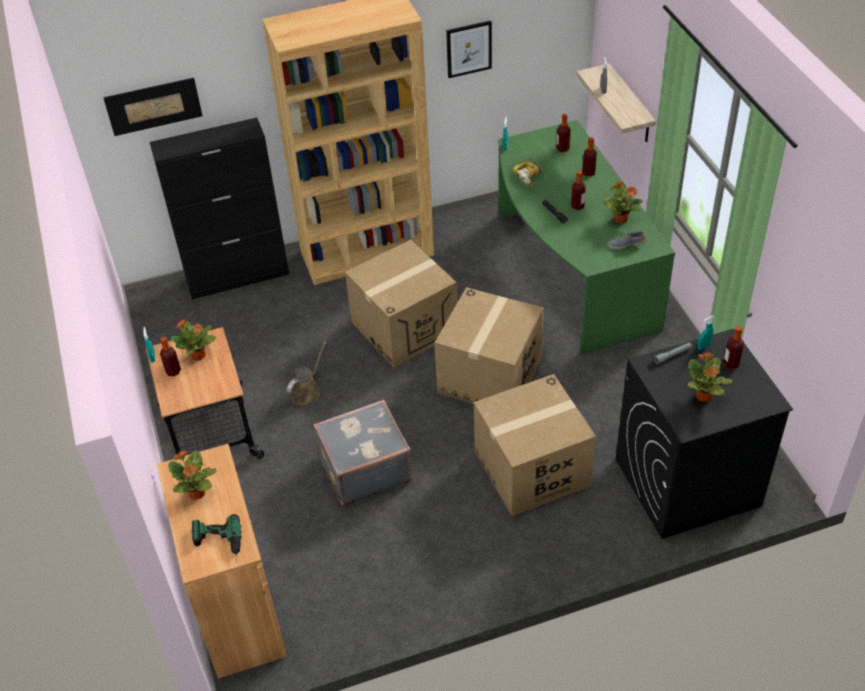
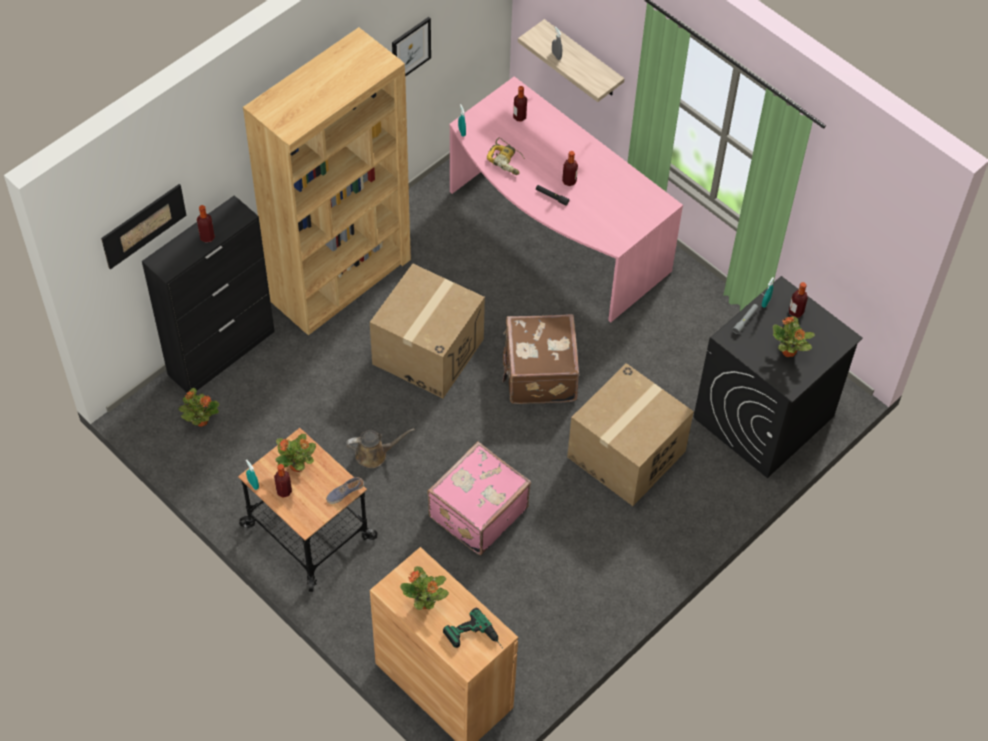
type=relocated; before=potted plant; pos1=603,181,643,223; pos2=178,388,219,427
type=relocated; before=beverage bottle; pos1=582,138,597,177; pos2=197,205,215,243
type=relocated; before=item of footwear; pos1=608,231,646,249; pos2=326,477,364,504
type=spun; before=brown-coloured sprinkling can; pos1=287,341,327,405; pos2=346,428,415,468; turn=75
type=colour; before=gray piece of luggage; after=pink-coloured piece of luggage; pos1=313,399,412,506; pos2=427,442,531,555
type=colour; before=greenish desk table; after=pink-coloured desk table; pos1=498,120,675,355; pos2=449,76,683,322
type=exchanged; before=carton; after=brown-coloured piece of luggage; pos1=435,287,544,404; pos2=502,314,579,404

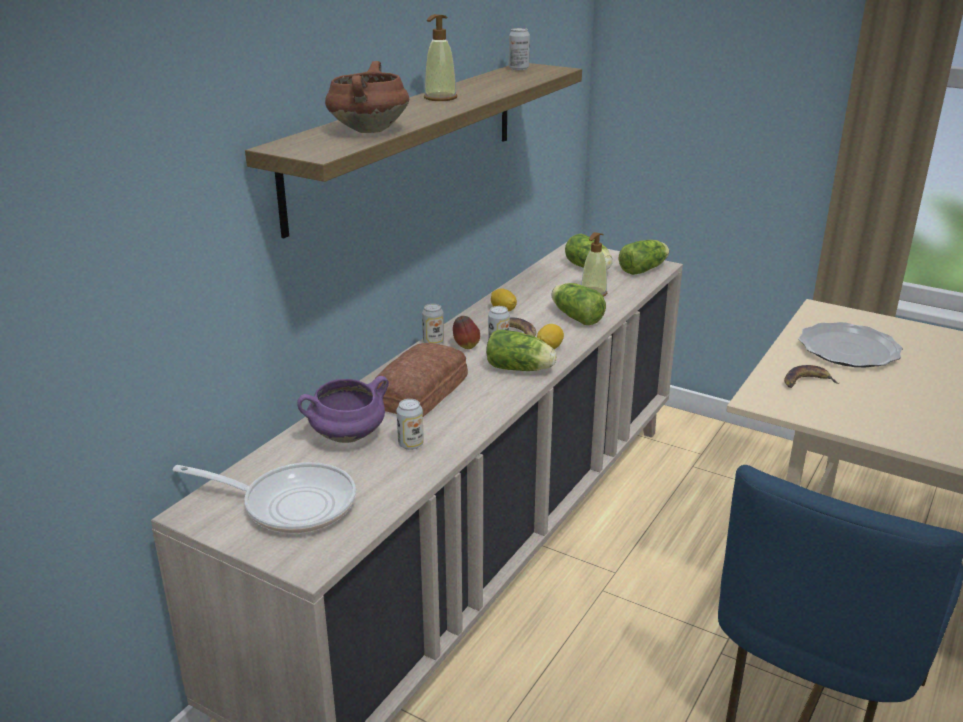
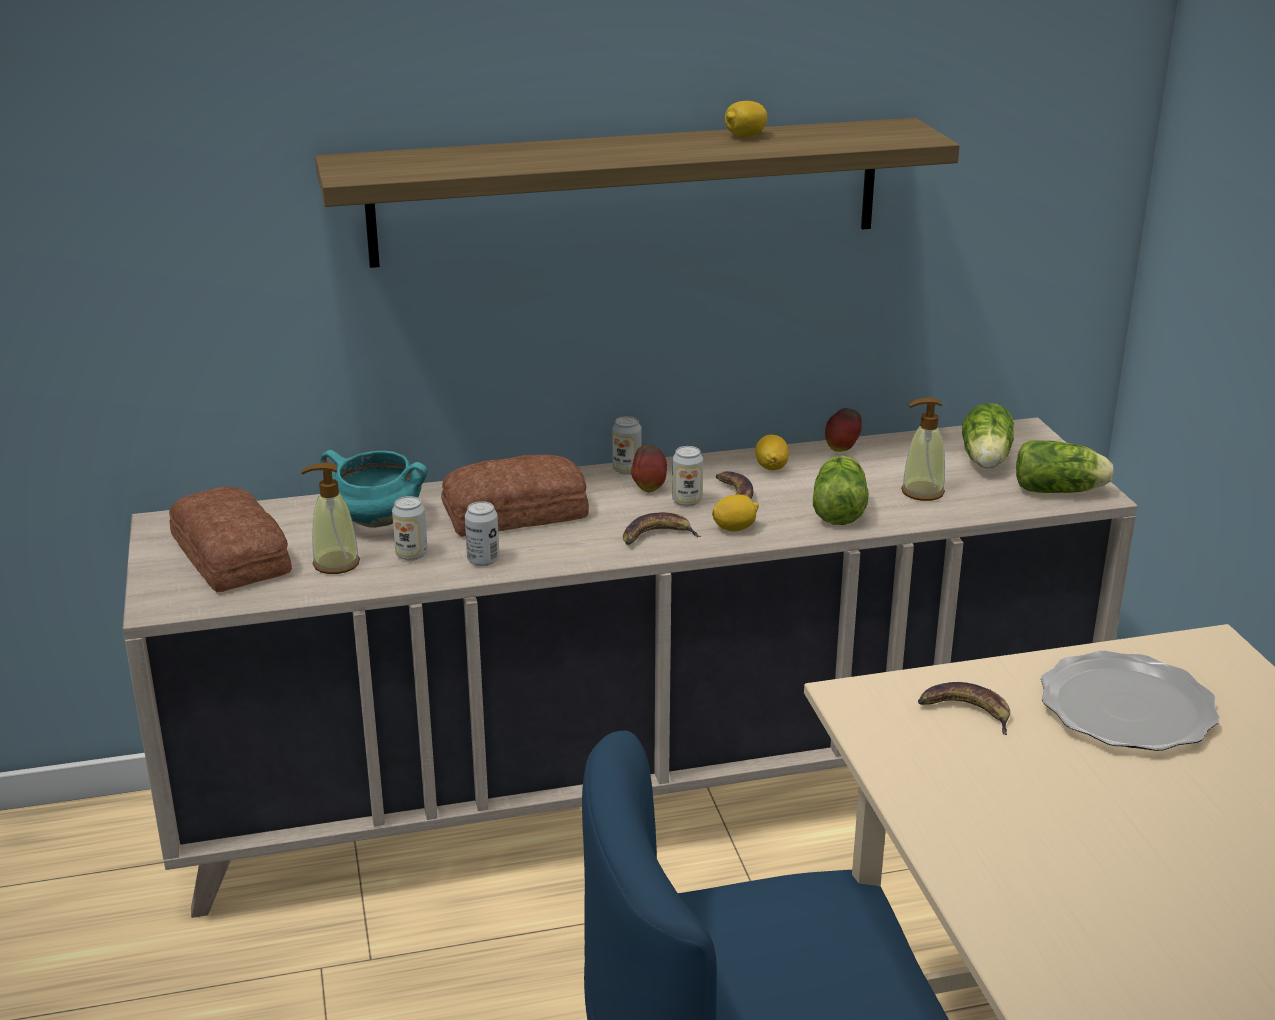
type=exchanged; before=skillet; after=bread; pos1=173,462,356,534; pos2=169,487,292,592
type=relocated; before=liquid soap bottle; pos1=424,14,457,101; pos2=301,463,360,574
type=colour; before=purplish saucepot; after=blue-green saucepot; pos1=297,376,389,443; pos2=320,450,428,528
type=relocated; before=metal can; pos1=509,28,530,70; pos2=465,501,499,566
type=exchanged; before=lettuce head; after=banana fruit; pos1=486,329,557,371; pos2=623,512,700,545
type=appeared; after=lemon; pos2=725,101,767,137
type=appeared; after=apple fruit; pos2=825,408,862,452
type=missing; before=brown-coloured saucepot; pos1=325,61,409,133

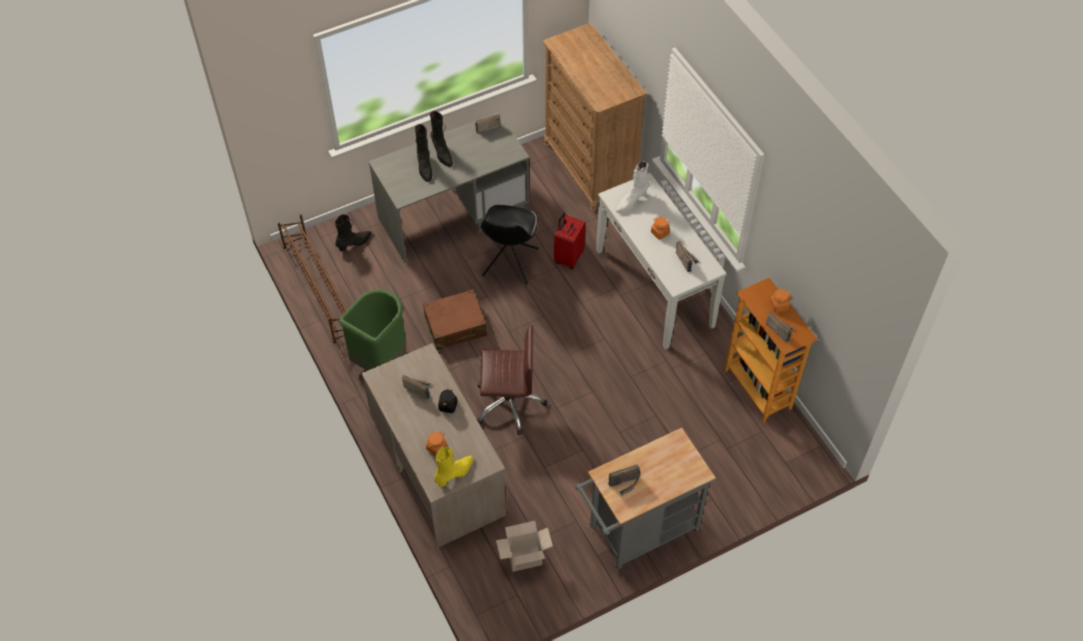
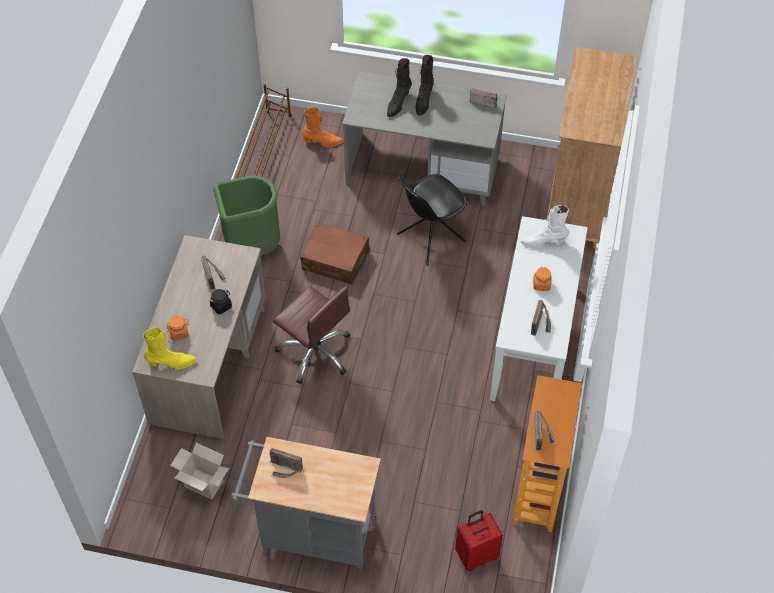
type=colour; before=blackish boot; after=orangey boot; pos1=335,214,371,252; pos2=302,107,343,147
type=relocated; before=red-coloured piece of luggage; pos1=554,212,586,269; pos2=455,510,503,571
type=missing; before=orangey storage jar; pos1=770,289,791,312

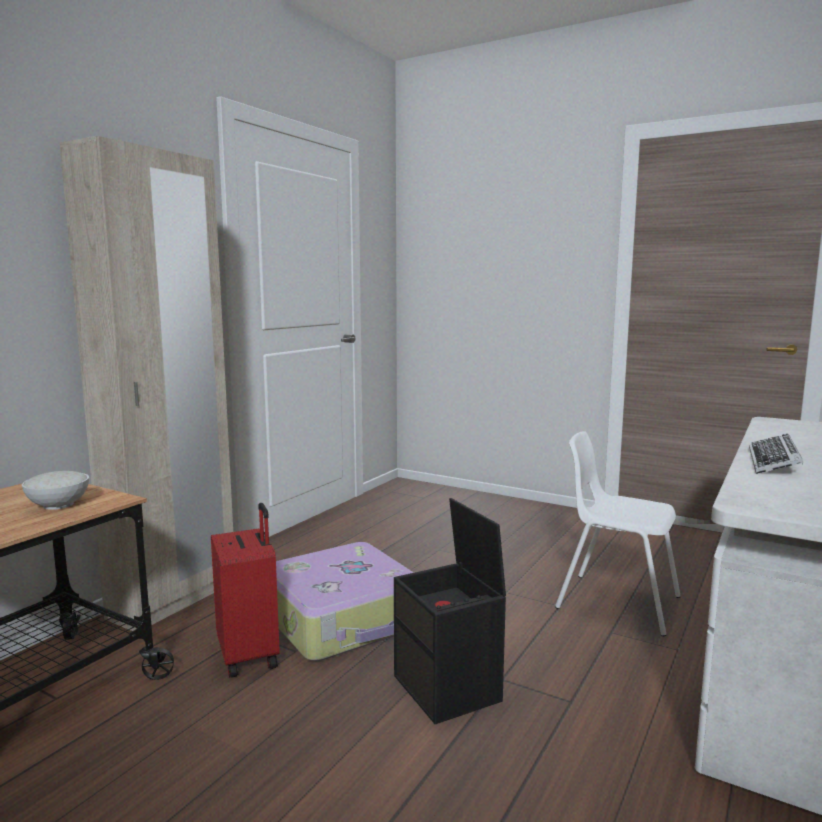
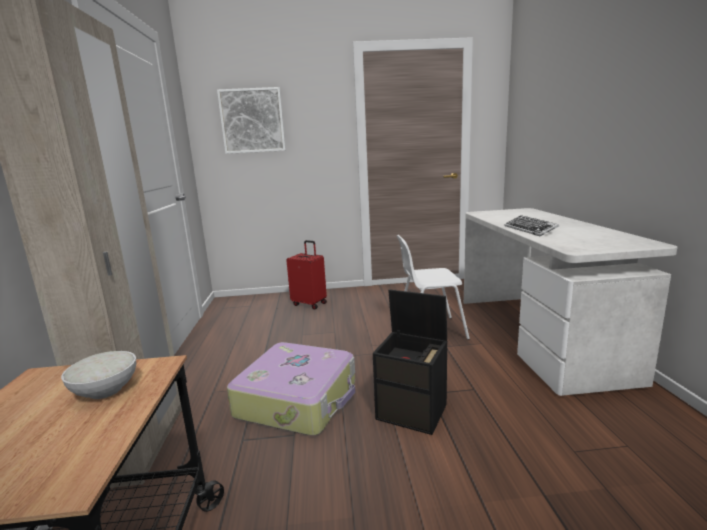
type=appeared; after=wall art; pos2=217,87,286,154
type=relocated; before=red-coloured piece of luggage; pos1=211,503,280,678; pos2=286,240,327,309

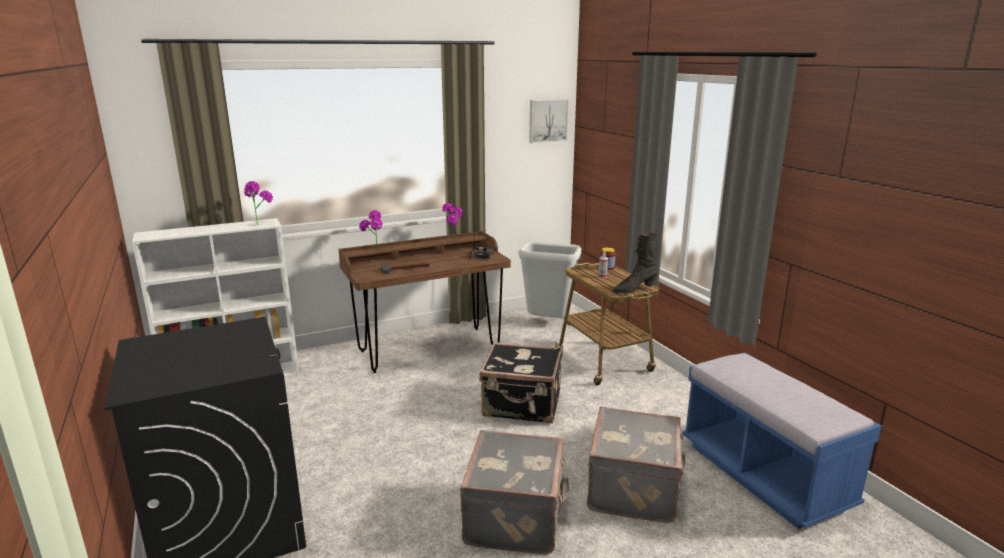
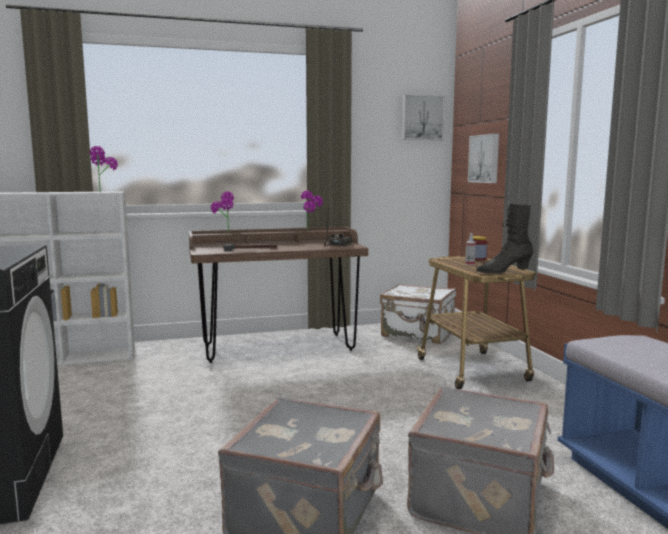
type=exchanged; before=gray waste bin; after=white-coloured piece of luggage; pos1=518,241,581,318; pos2=380,284,456,344
type=appeared; after=wall art; pos2=468,134,499,183
type=missing; before=blackish piece of luggage; pos1=479,342,562,423

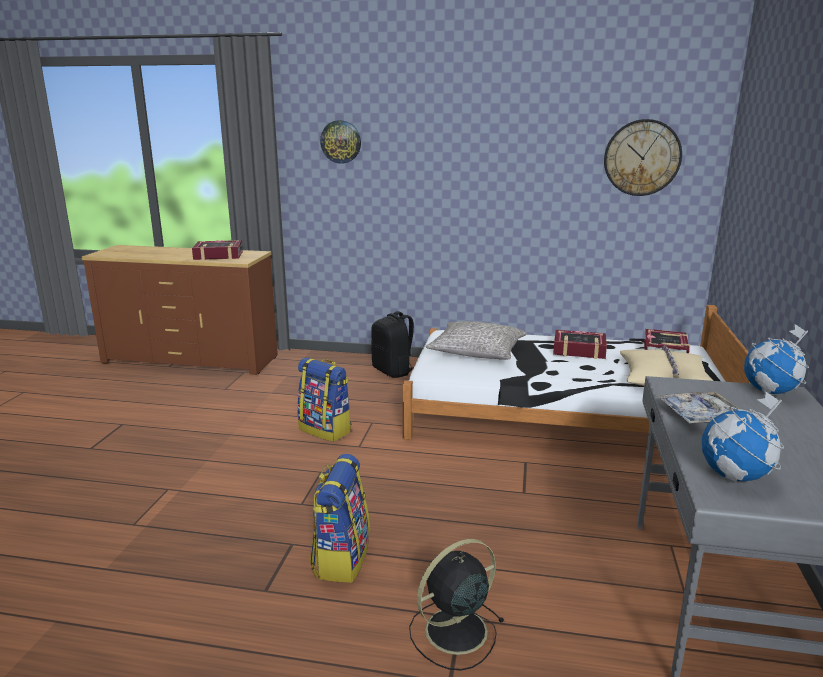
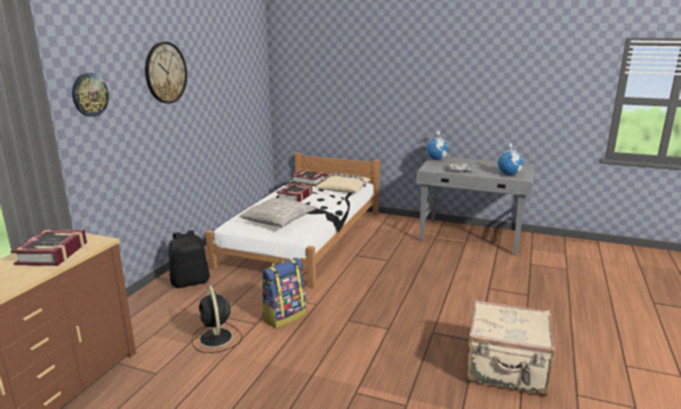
type=relocated; before=hanging clock; pos1=604,119,682,196; pos2=145,42,187,103
type=relocated; before=blackish fan; pos1=409,539,505,671; pos2=192,285,242,353
type=appeared; after=sand-coloured piece of luggage; pos2=467,300,555,396
type=missing; before=rucksack; pos1=310,454,370,583

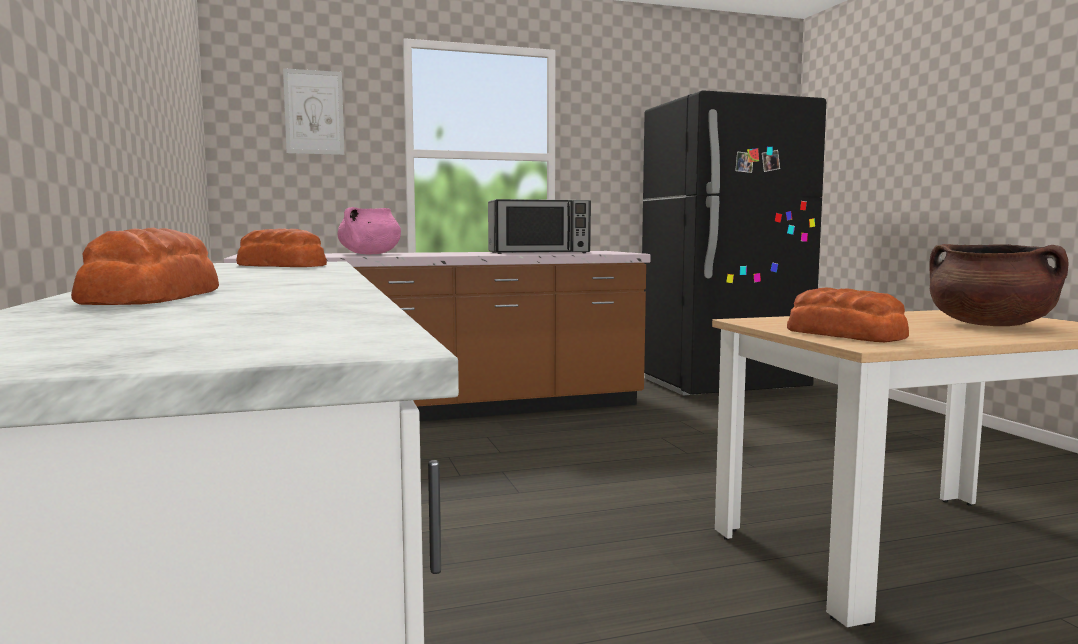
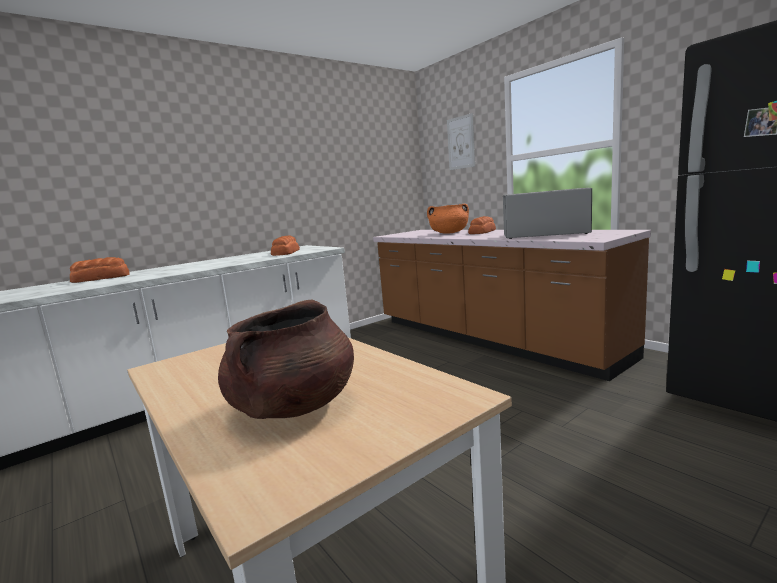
type=colour; before=pink-coloured saucepot; after=orangey saucepot; pos1=338,207,401,254; pos2=427,204,469,234
type=relocated; before=bread; pos1=787,288,909,342; pos2=468,216,496,234
type=spun; before=microwave oven; pos1=488,199,591,254; pos2=503,188,592,239; turn=135

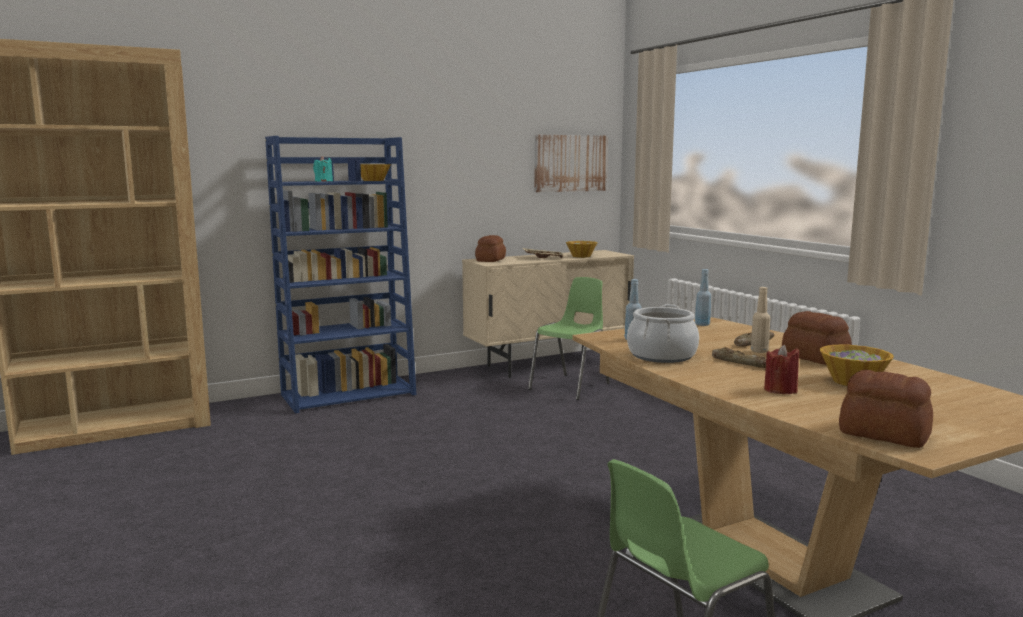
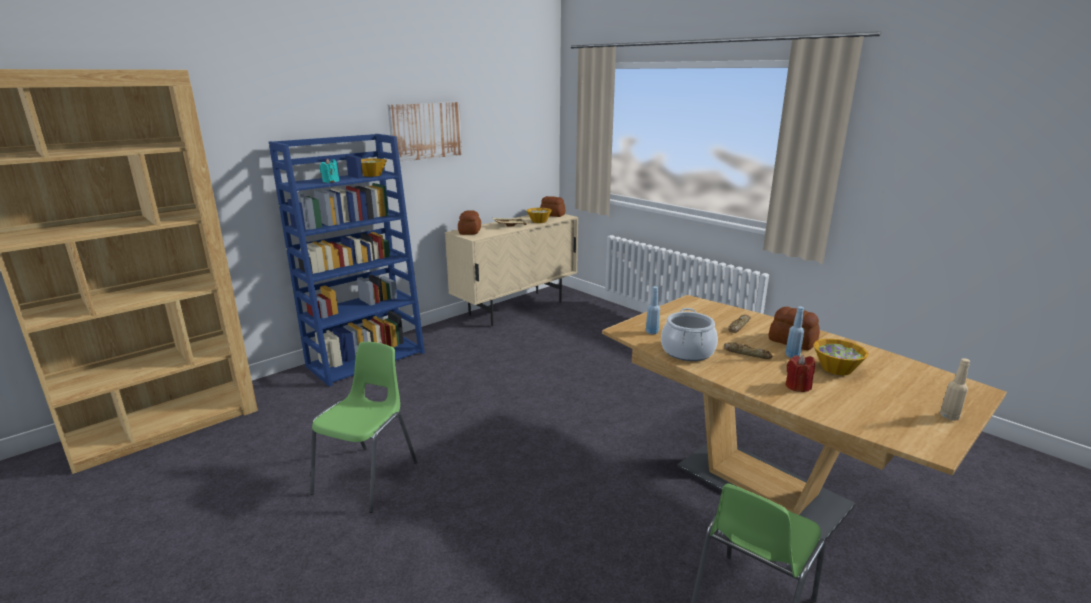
type=relocated; before=greenish upright chair; pos1=528,277,610,400; pos2=310,342,418,513
type=relocated; before=wall art; pos1=534,135,608,192; pos2=388,102,462,162
type=relocated; before=bread; pos1=839,370,933,448; pos2=540,196,565,217
type=relocated; before=blue-coloured beverage bottle; pos1=695,269,711,326; pos2=785,306,804,358
type=relocated; before=sand-coloured beverage bottle; pos1=750,287,770,353; pos2=940,358,970,421

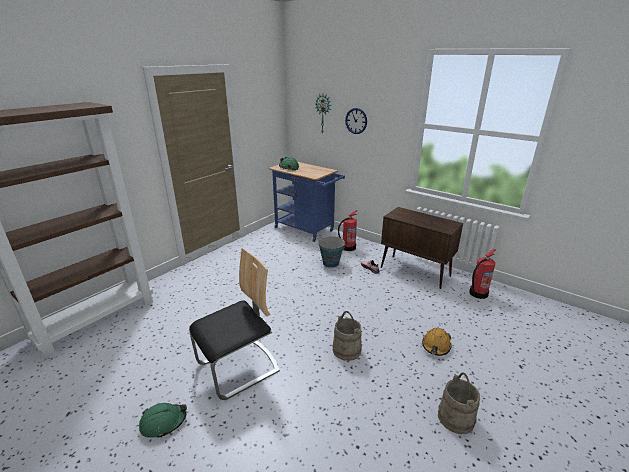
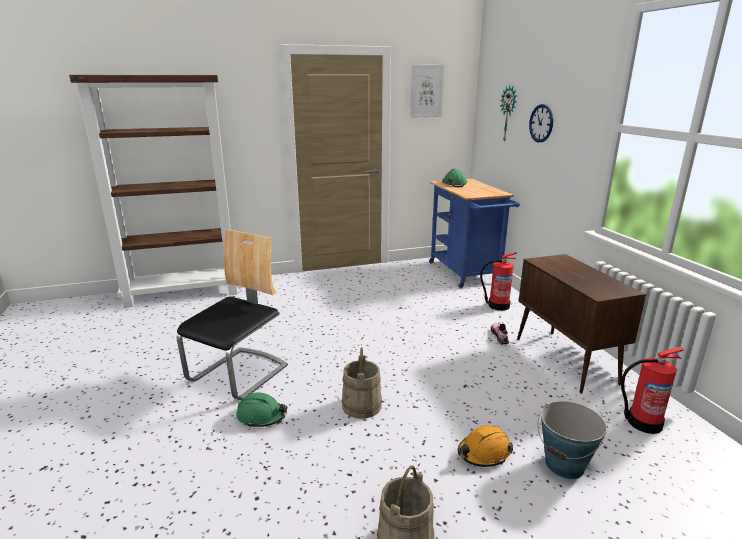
type=spun; before=upright chair; pos1=189,248,280,400; pos2=177,229,288,400; turn=-60
type=relocated; before=greenish work helmet; pos1=139,403,187,438; pos2=236,392,287,428
type=appeared; after=wall art; pos2=410,65,444,118
type=relocated; before=bucket; pos1=318,236,345,268; pos2=537,401,607,479

